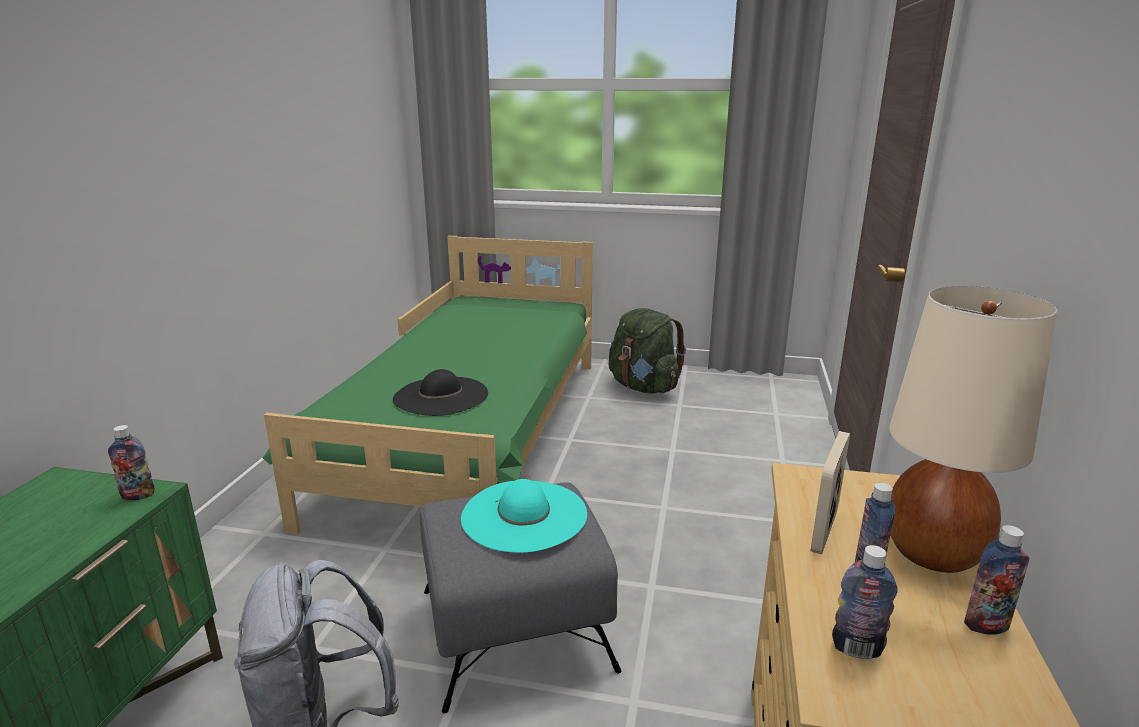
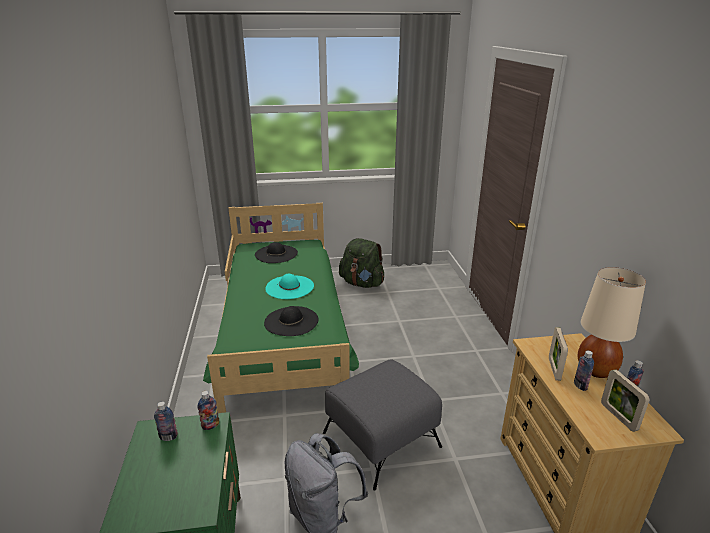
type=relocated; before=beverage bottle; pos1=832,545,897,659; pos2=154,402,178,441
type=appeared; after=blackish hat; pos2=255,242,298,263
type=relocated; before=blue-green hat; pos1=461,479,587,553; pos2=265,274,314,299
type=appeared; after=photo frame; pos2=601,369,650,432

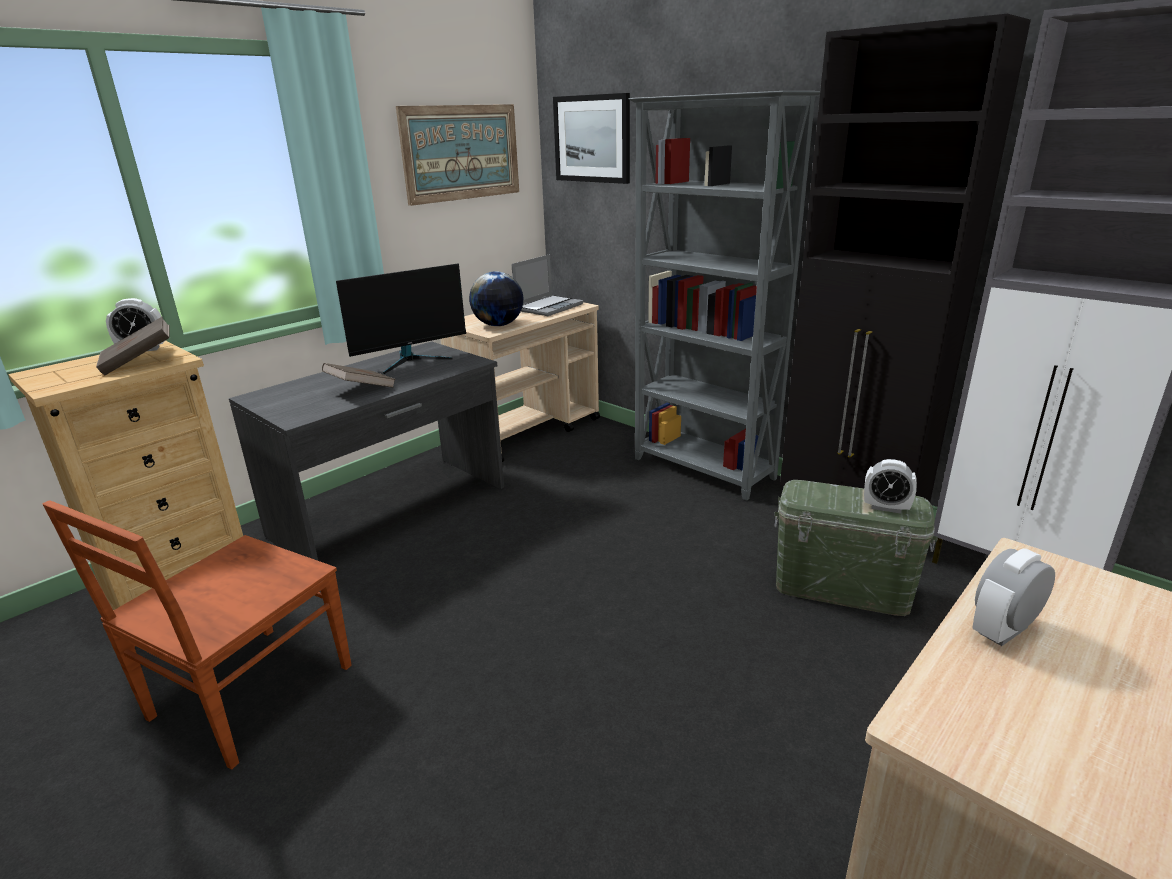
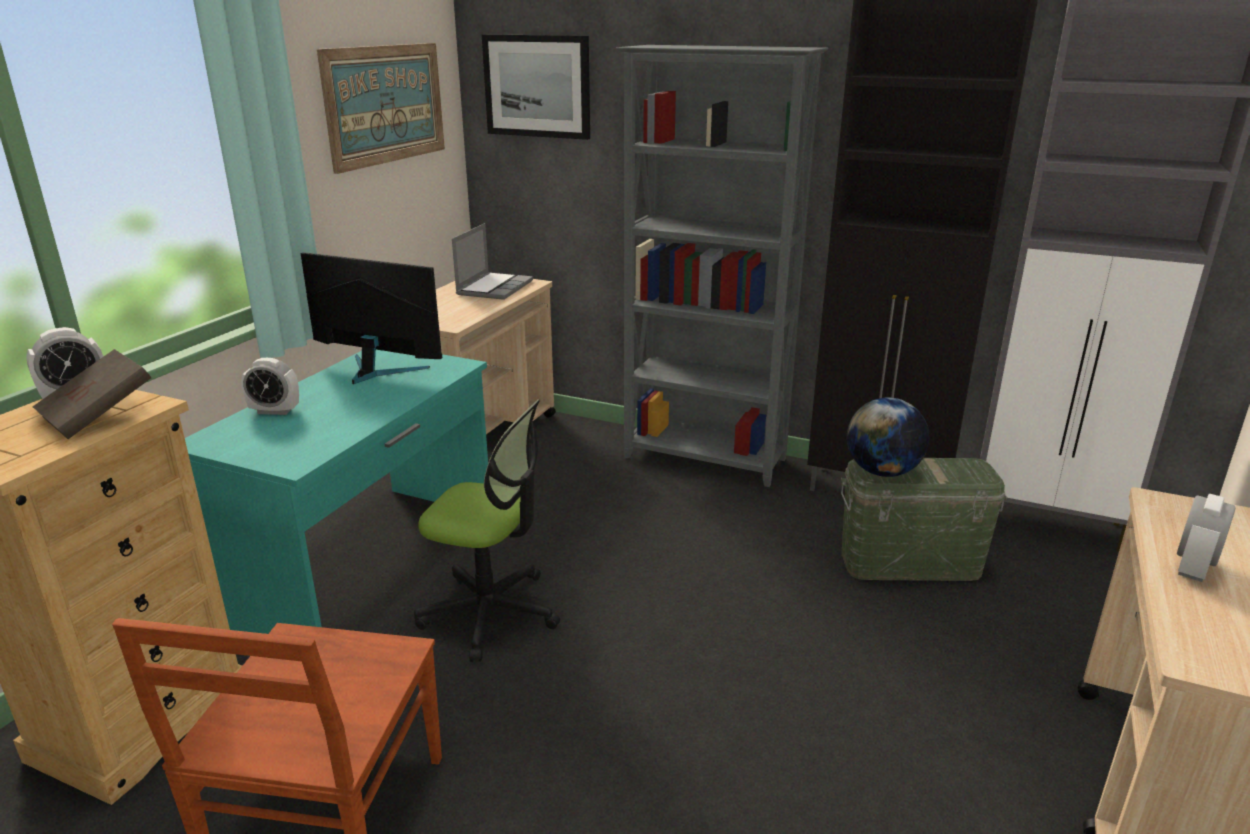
type=colour; before=gray desk table; after=blue-green desk table; pos1=229,341,504,561; pos2=185,350,488,634
type=relocated; before=bedside clock; pos1=864,459,917,514; pos2=241,358,299,415
type=spun; before=computer display; pos1=336,264,466,374; pos2=301,252,442,384; turn=-105
type=appeared; after=office chair; pos2=414,400,560,662
type=relocated; before=desk globe; pos1=469,271,523,326; pos2=847,397,930,477
type=missing; before=brown-coloured book; pos1=322,363,396,388

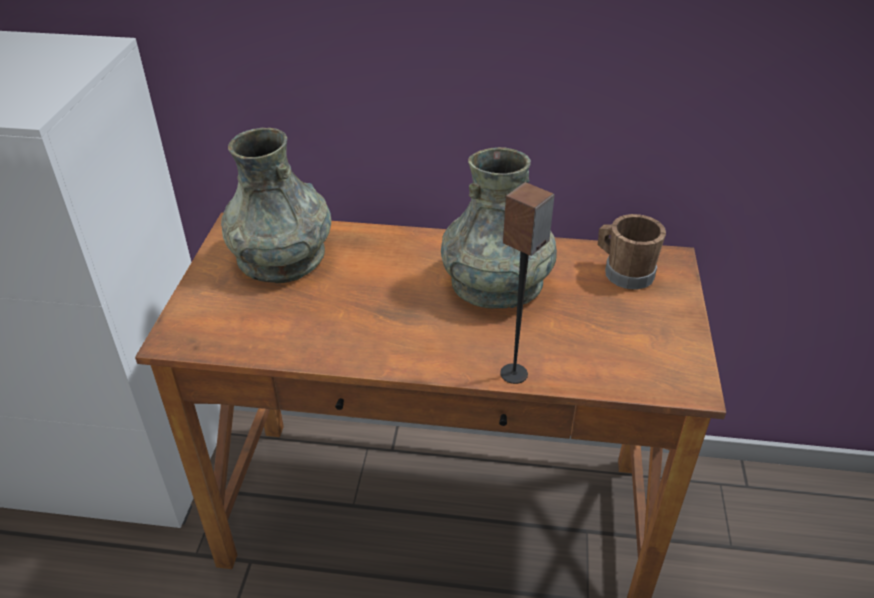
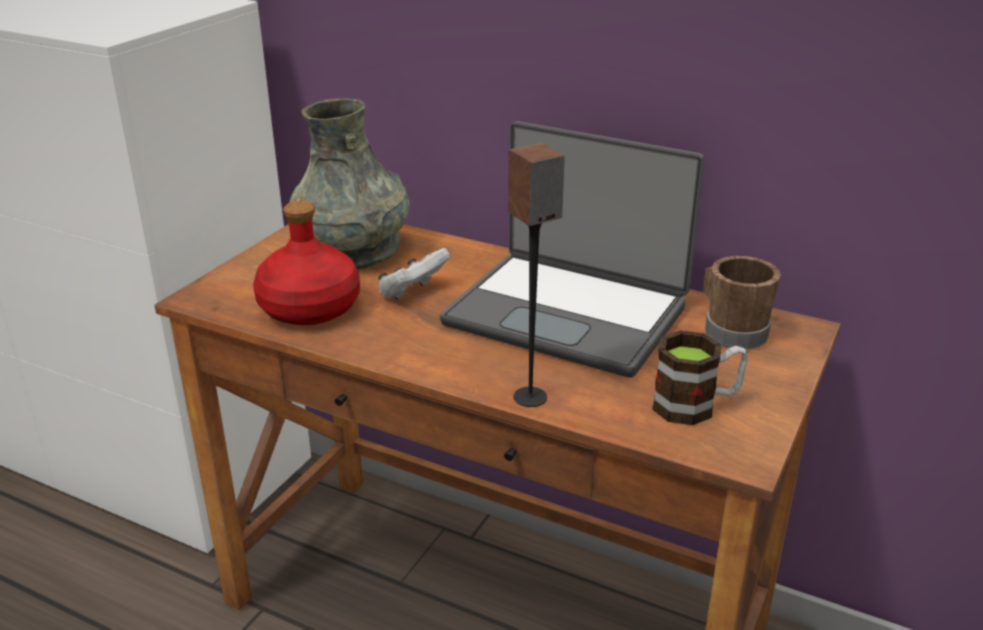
type=appeared; after=red-coloured beverage bottle; pos2=253,201,360,325
type=appeared; after=white-coloured game controller; pos2=378,248,450,299
type=exchanged; before=gray decorative vase; after=notebook computer; pos1=441,147,557,309; pos2=440,121,705,378
type=appeared; after=tea mug; pos2=652,331,748,425

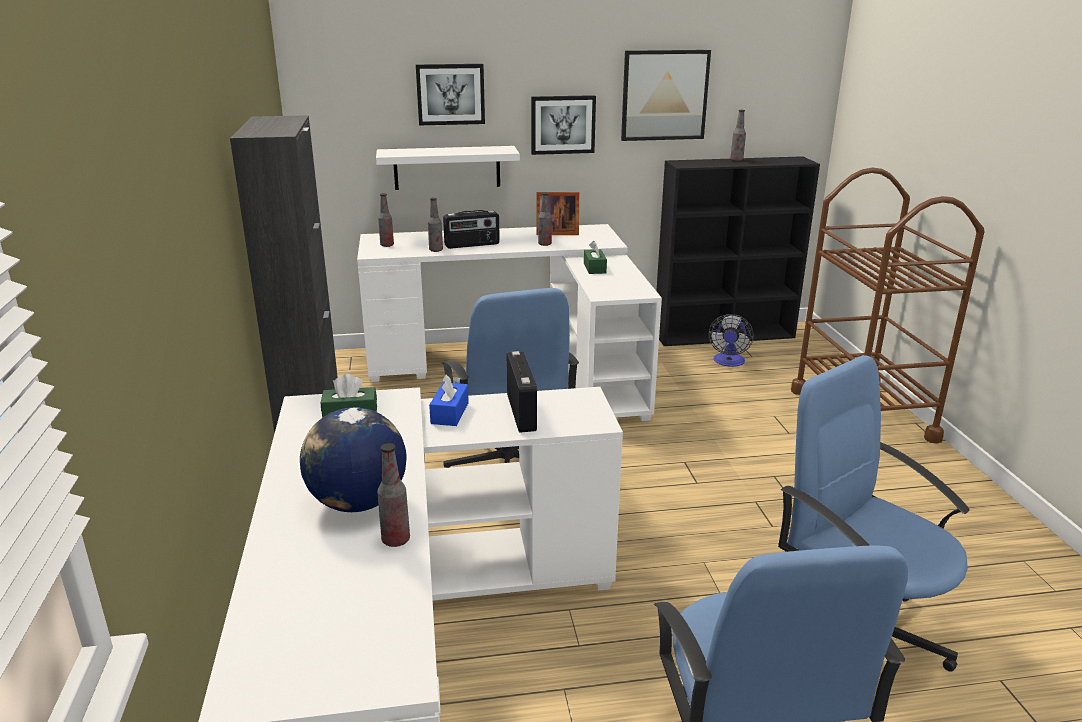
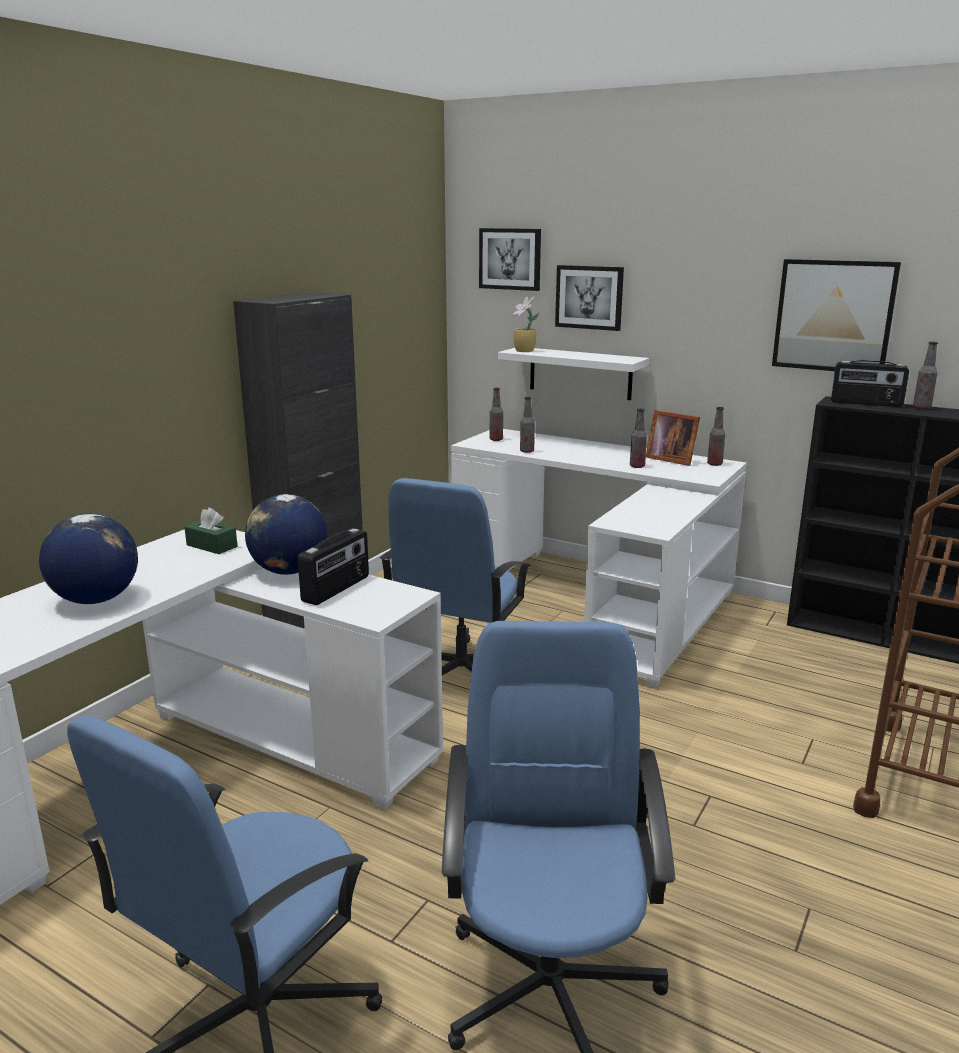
type=exchanged; before=blue-coloured box of tissues; after=desk globe; pos1=429,375,469,426; pos2=245,494,327,575
type=relocated; before=wall art; pos1=531,95,596,155; pos2=479,228,541,291
type=appeared; after=potted plant; pos2=512,296,539,352
type=relocated; before=beverage bottle; pos1=377,443,410,547; pos2=707,407,725,466
type=relocated; before=radio; pos1=443,210,500,249; pos2=831,360,909,407
type=missing; before=greenish box of tissues; pos1=584,241,607,274
type=missing; before=fan; pos1=708,314,754,367

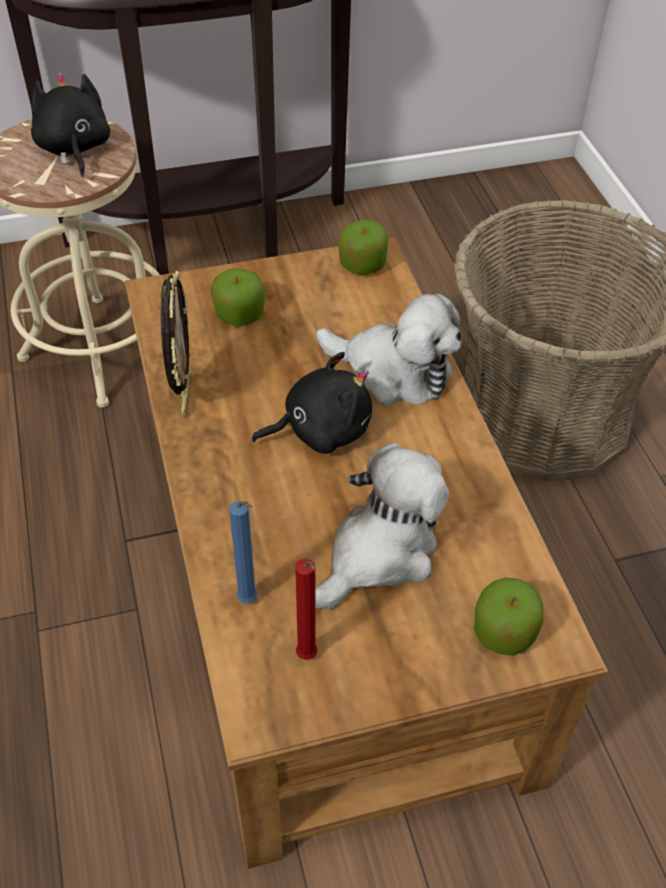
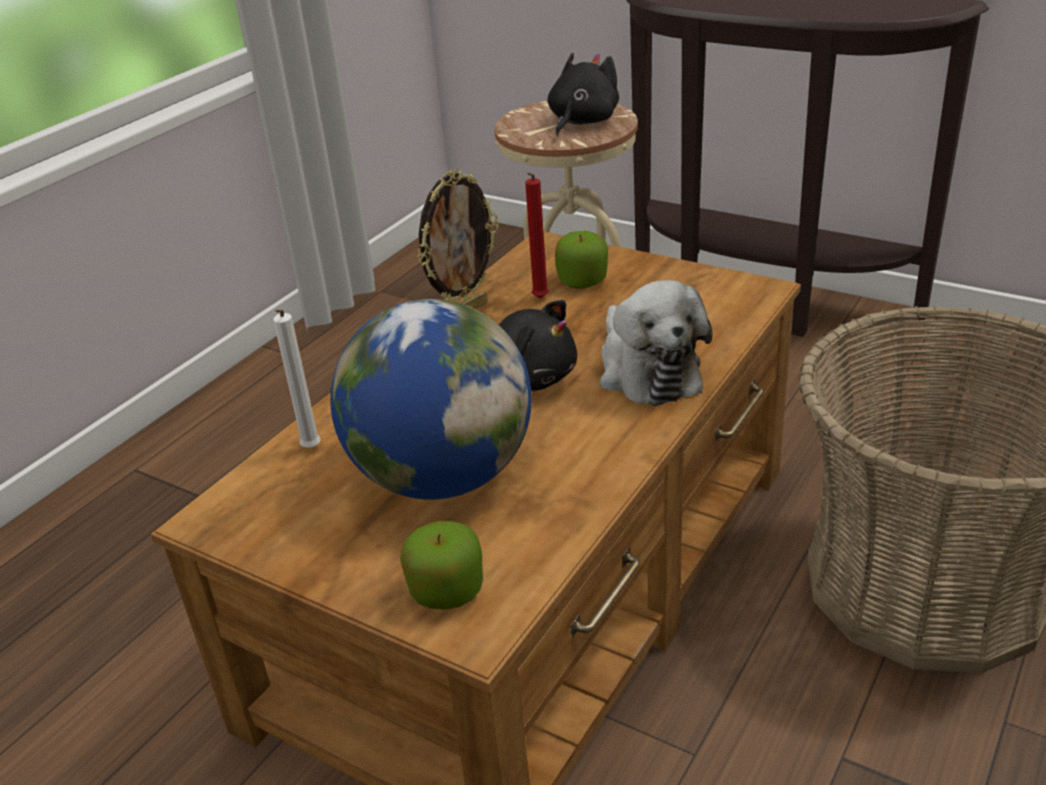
type=colour; before=blue-coloured candle; after=white-coloured candle; pos1=229,501,258,603; pos2=273,310,321,448
type=exchanged; before=cuddly toy; after=desk globe; pos1=315,443,449,609; pos2=330,299,532,500
type=relocated; before=red-coloured candle; pos1=295,558,318,660; pos2=525,172,549,298
type=missing; before=apple fruit; pos1=339,220,388,275

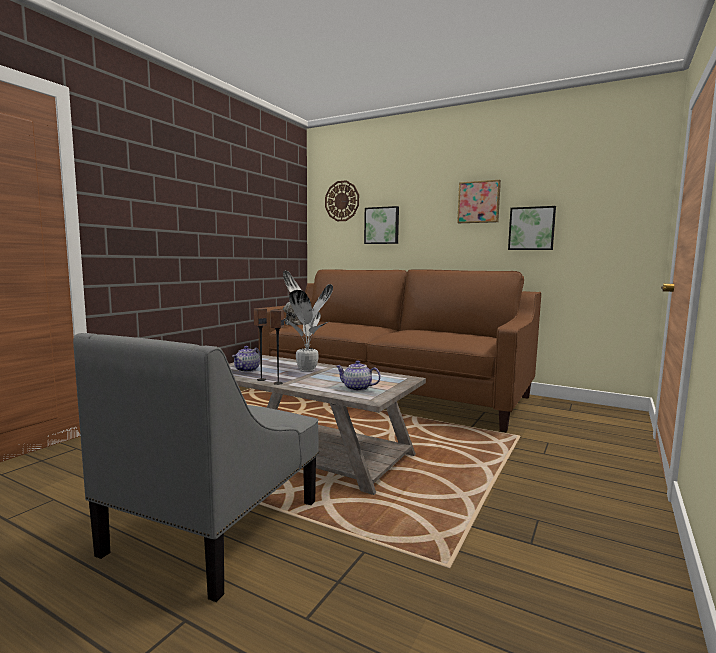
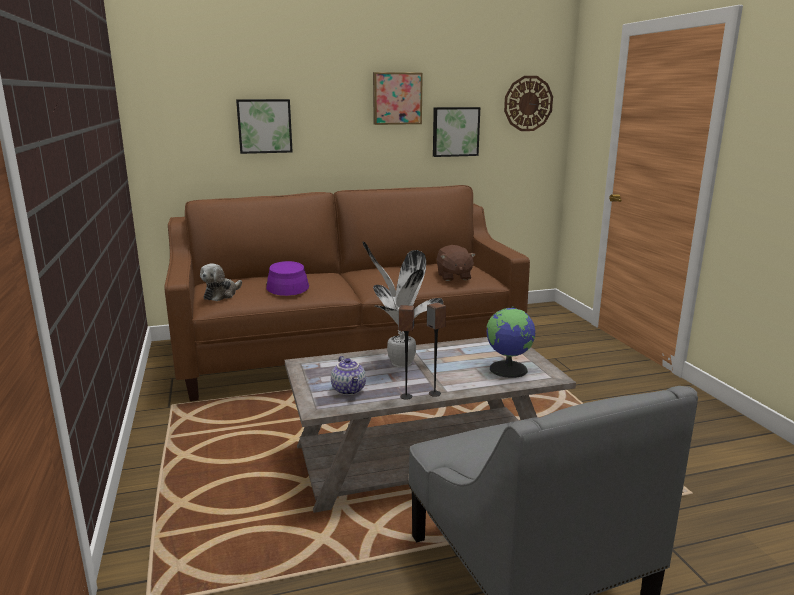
type=appeared; after=purplish hat; pos2=266,261,309,296
type=appeared; after=brown-coloured cuddly toy; pos2=436,245,476,281
type=exchanged; before=tea pot; after=desk globe; pos1=336,360,381,391; pos2=486,306,535,378
type=relocated; before=hanging clock; pos1=325,180,359,221; pos2=504,76,553,131

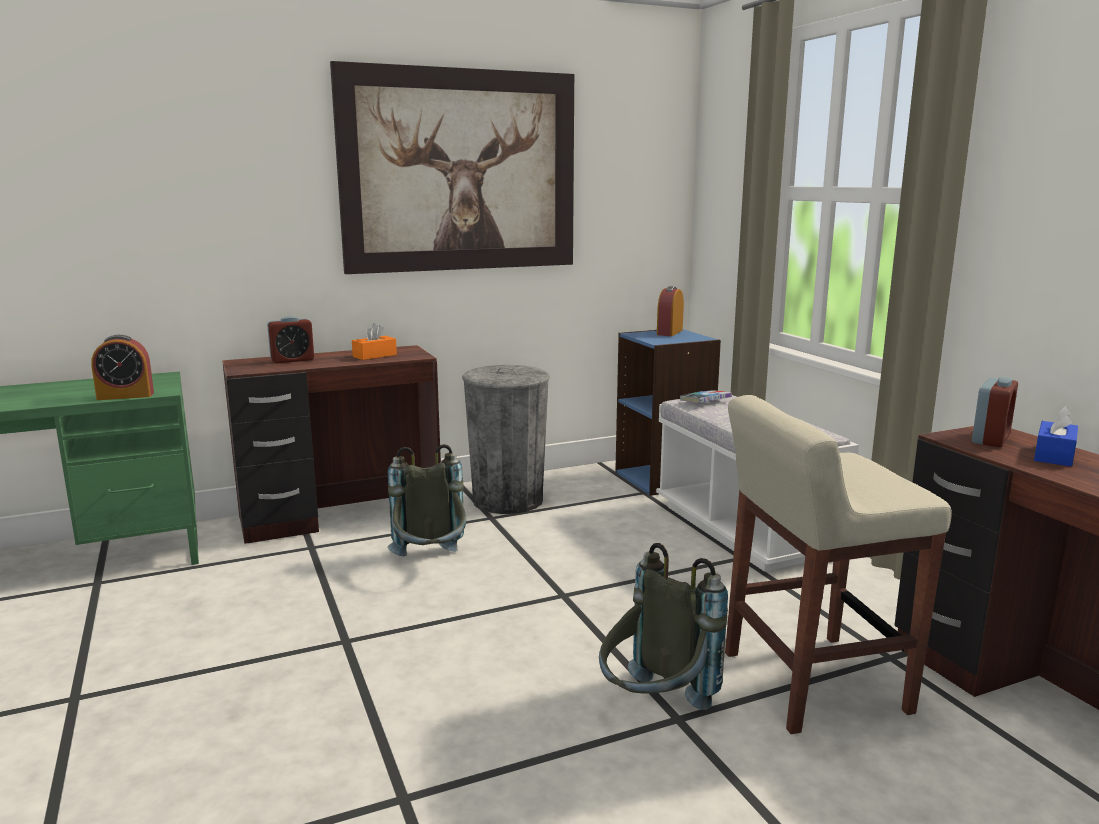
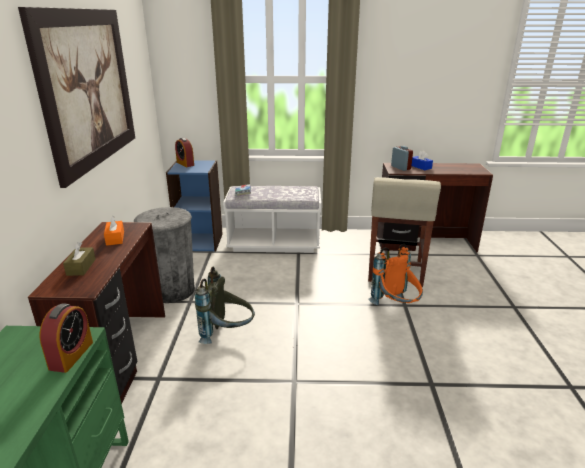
type=exchanged; before=bedside clock; after=brown-coloured box of tissues; pos1=267,316,314,363; pos2=63,242,96,276
type=colour; before=gray rucksack; after=orangey rucksack; pos1=599,543,728,710; pos2=368,243,423,305

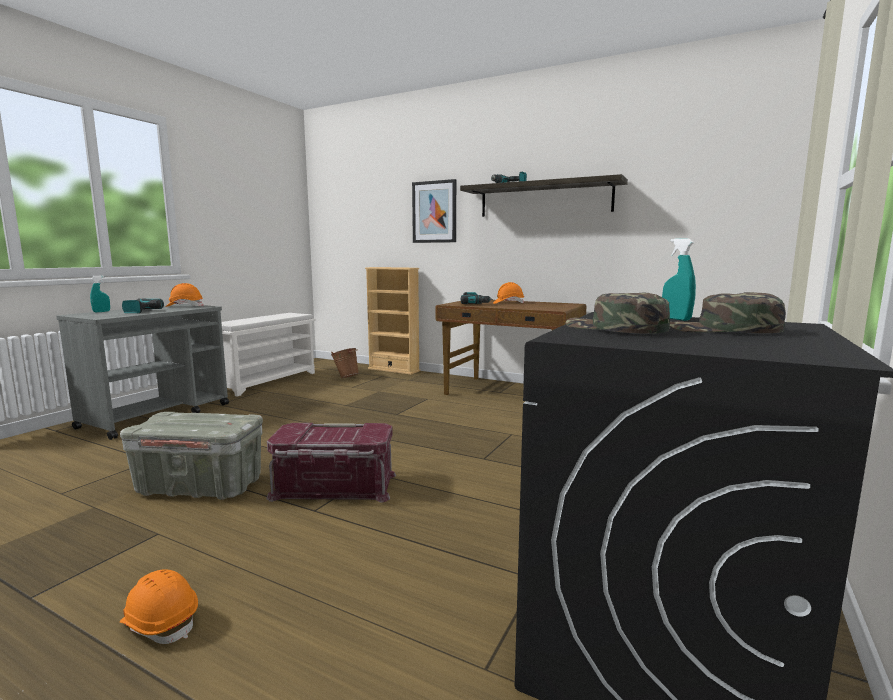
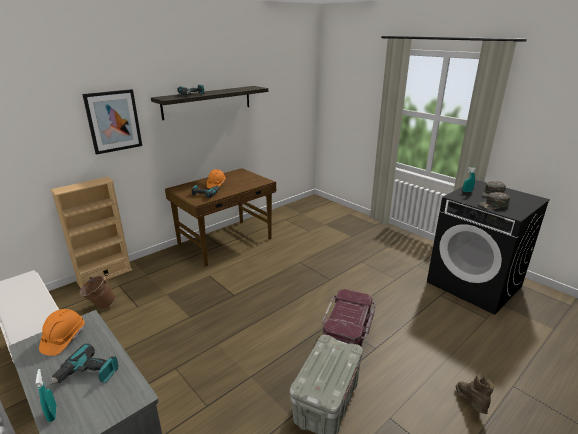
type=exchanged; before=orangey work helmet; after=brown-coloured boot; pos1=120,569,198,644; pos2=456,375,494,414

